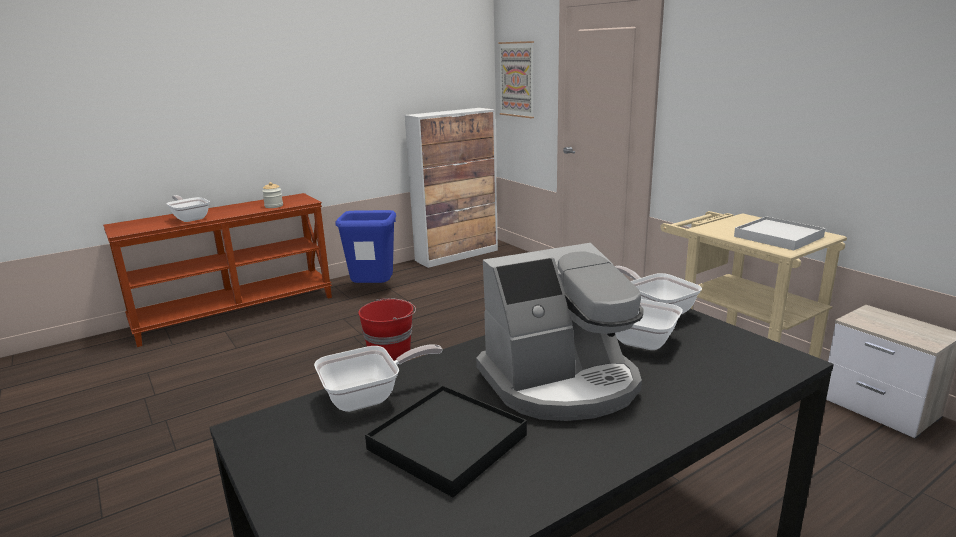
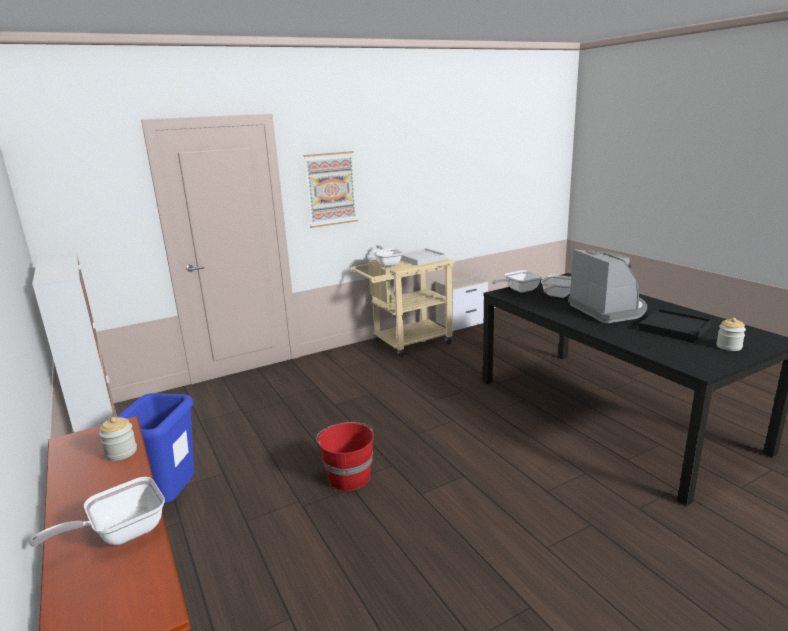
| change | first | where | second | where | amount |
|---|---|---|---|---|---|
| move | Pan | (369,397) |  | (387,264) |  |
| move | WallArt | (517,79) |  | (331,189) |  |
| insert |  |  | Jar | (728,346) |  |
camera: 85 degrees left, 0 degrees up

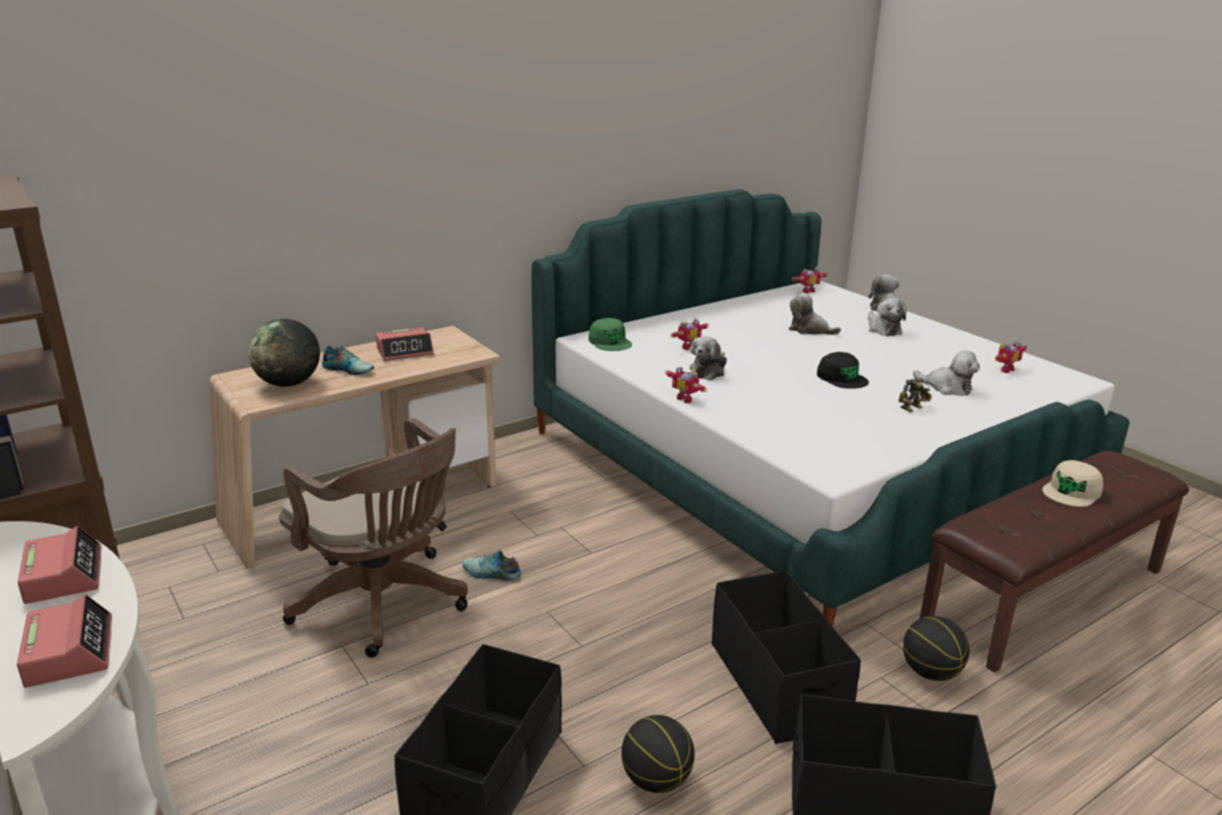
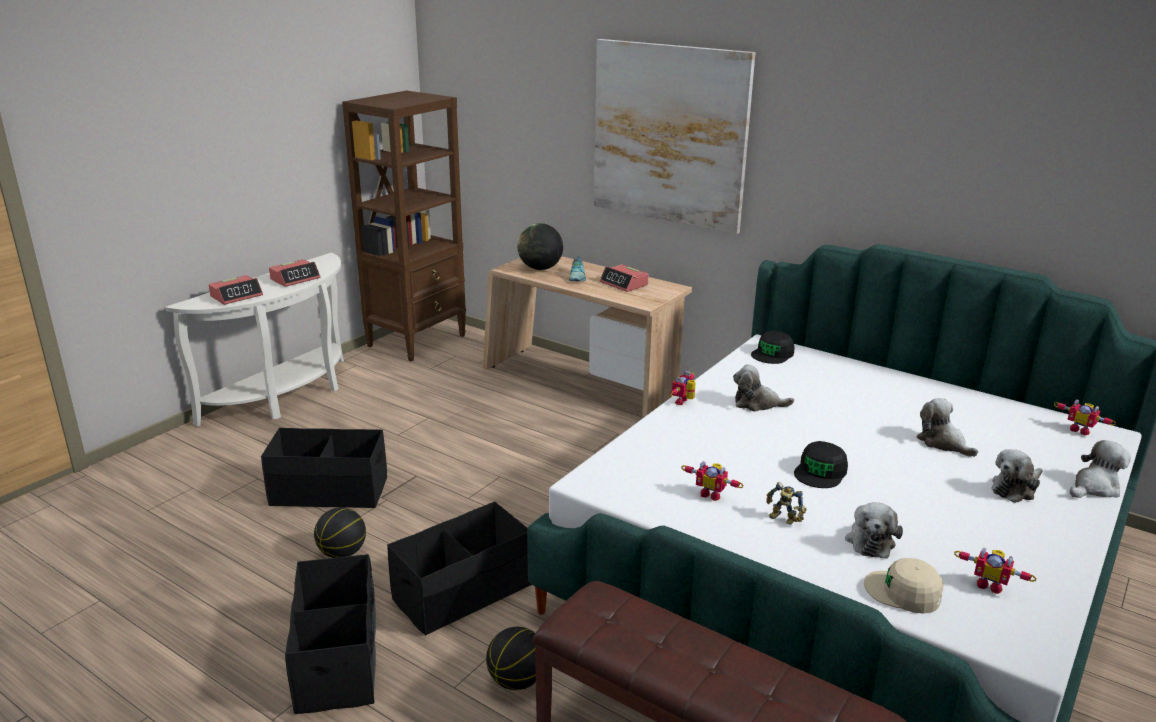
| change | first | where | second | where | amount |
|---|---|---|---|---|---|
| delete | BrownishDeskChair | (385,604) |  |  |  |
| delete | Shoe | (491,573) |  |  |  |
| recolor | GreenColouredPeakedCap | (610,342) | BlackishPeakedCap | (773,354) |  |
| move | ToyRobot | (687,346) |  | (711,494) |  |
| rotate | SoftToy | (809,330) |  | (943,443) | 45 degrees counterclockwise |
| move | BeigeColouredPeakedCap | (1072,492) |  | (903,592) |  |
| insert |  |  | WallArt | (669,135) |  |
camera: 70 degrees right, 0 degrees up

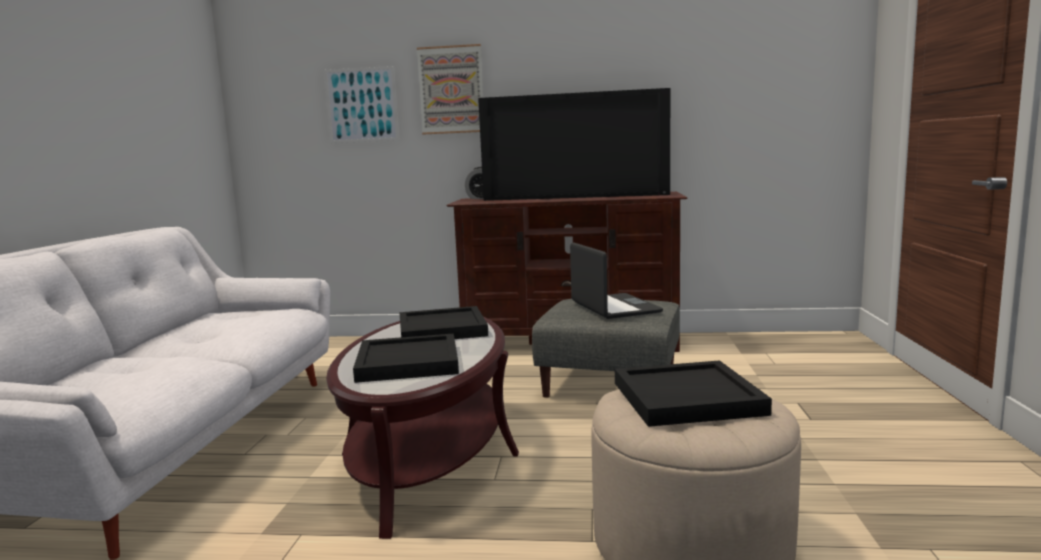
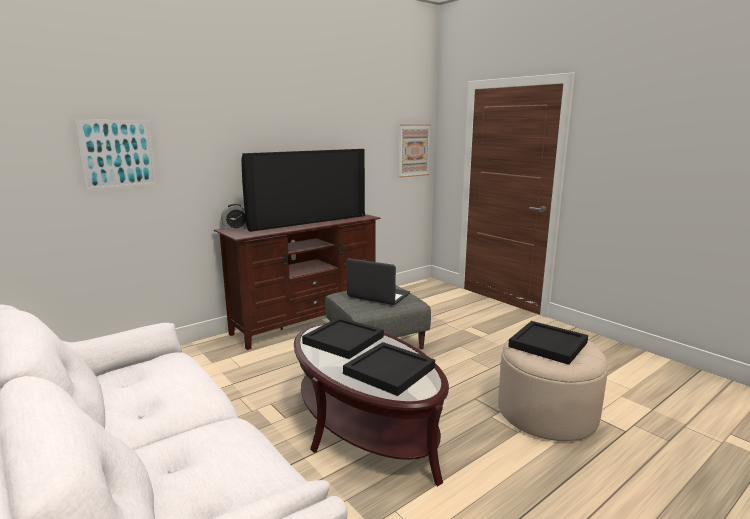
| change | first | where | second | where | amount |
|---|---|---|---|---|---|
| move | WallArt | (451,90) |  | (414,150) |  |
camera: 45 degrees left, 5 degrees up

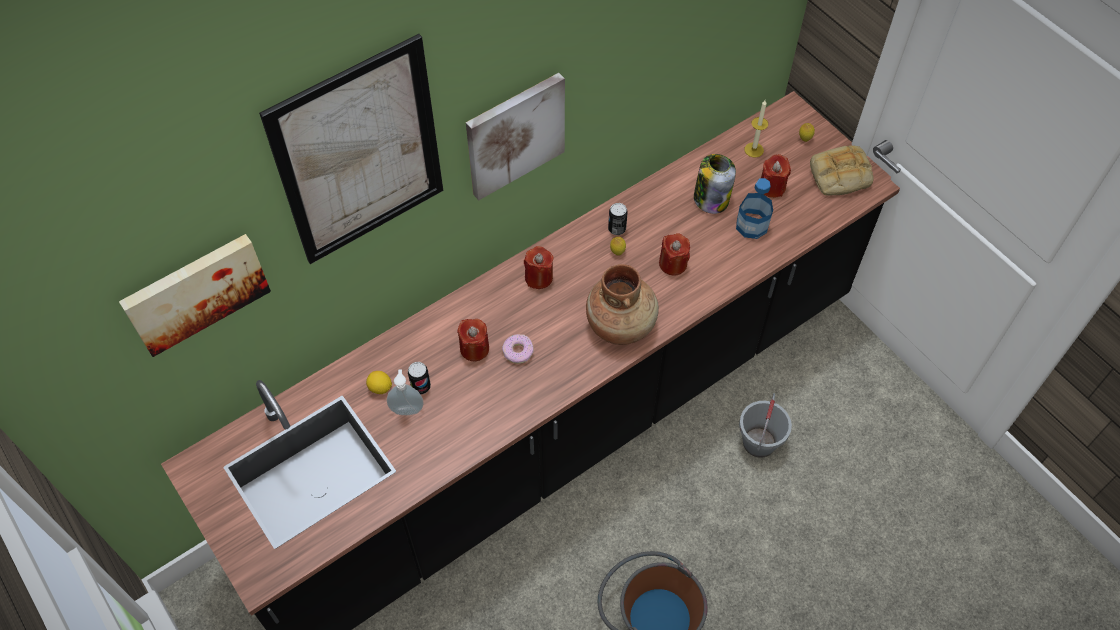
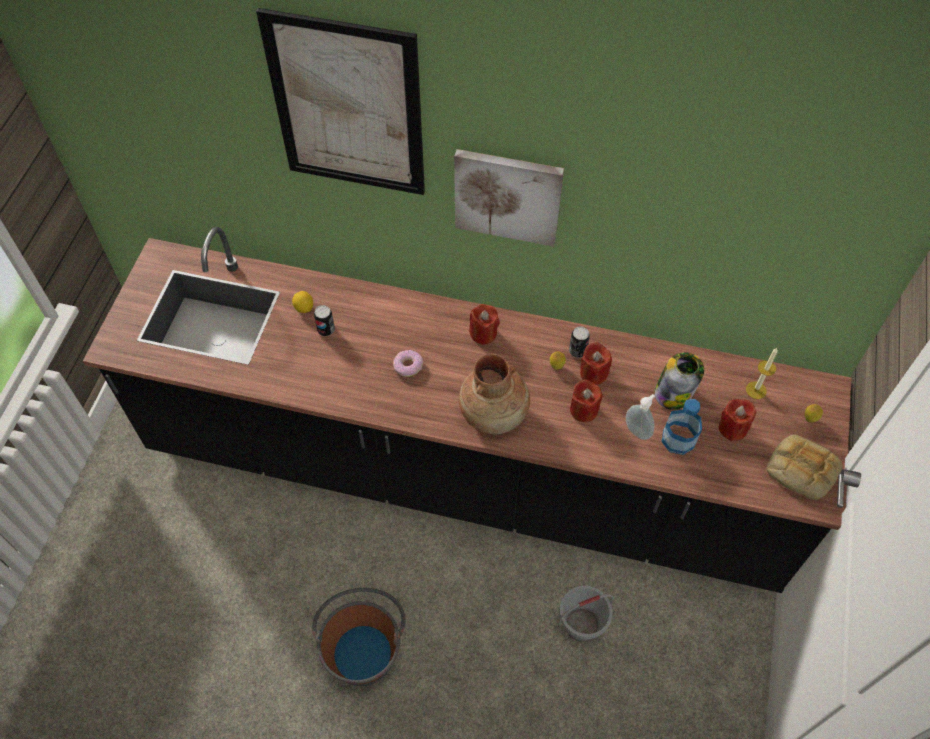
| change | first | where | second | where | amount |
|---|---|---|---|---|---|
| delete | WallArt | (195,291) |  |  |  |
| move | SoapBottle | (407,409) |  | (638,430) |  |
| move | RedColouredWaxCandle | (474,348) |  | (593,373) |  |
camera: 50 degrees right, 0 degrees up

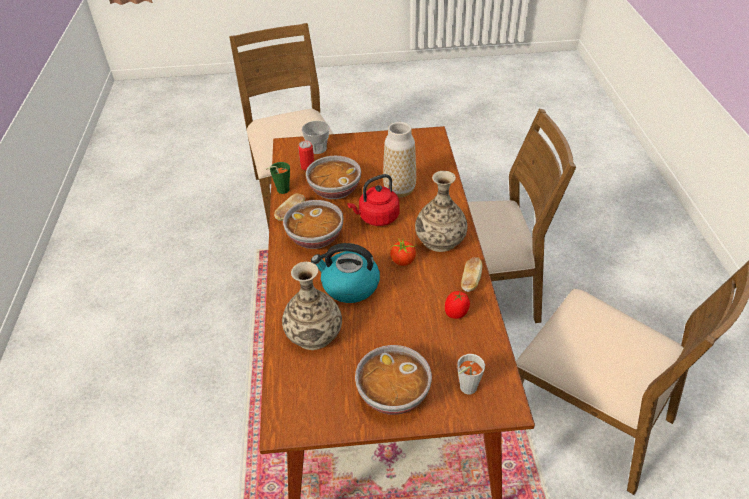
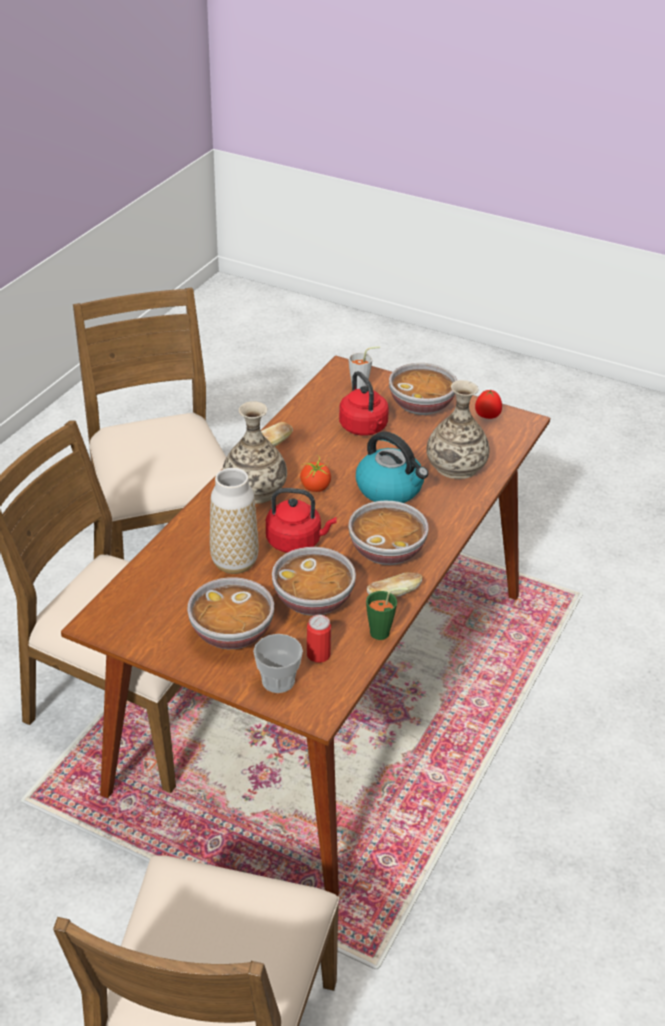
| change | first | where | second | where | amount |
|---|---|---|---|---|---|
| move | WholeTomato | (456,314) |  | (487,417) |  |
| insert |  |  | DeepDish | (231,633) |  |
| insert |  |  | RedColouredTeaKettle | (364,428) |  |
camera: 150 degrees left, 5 degrees down

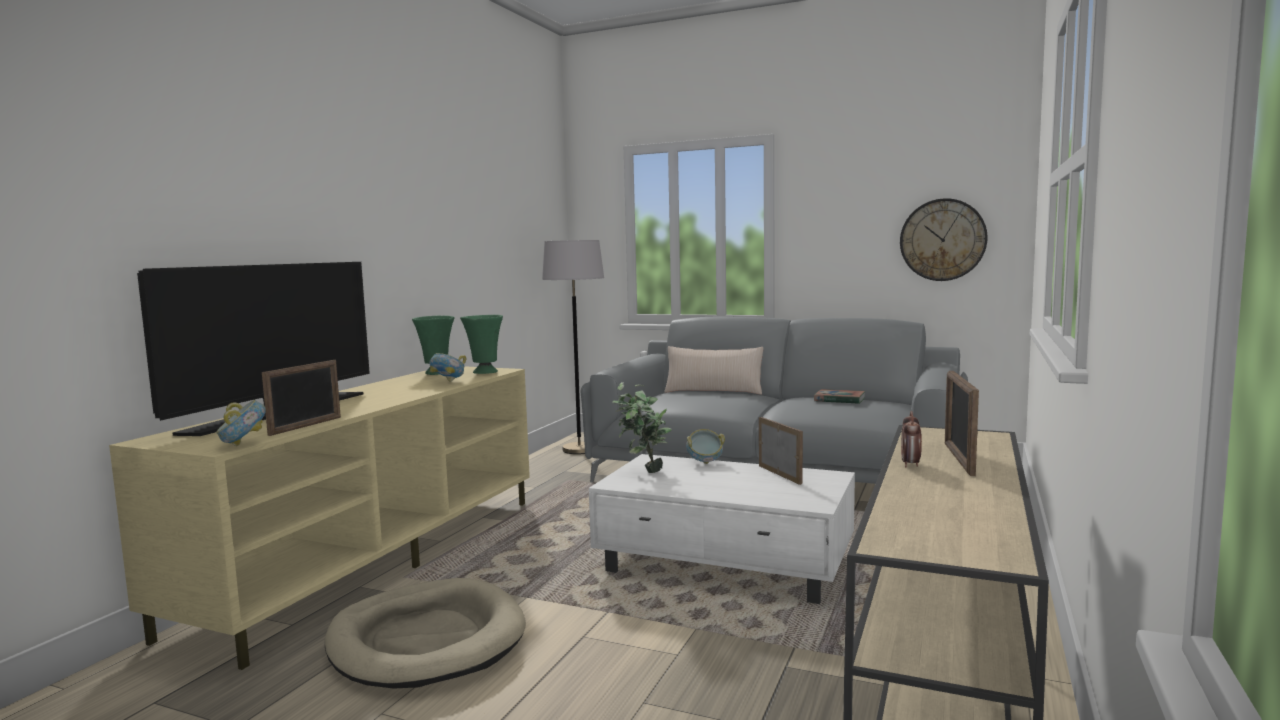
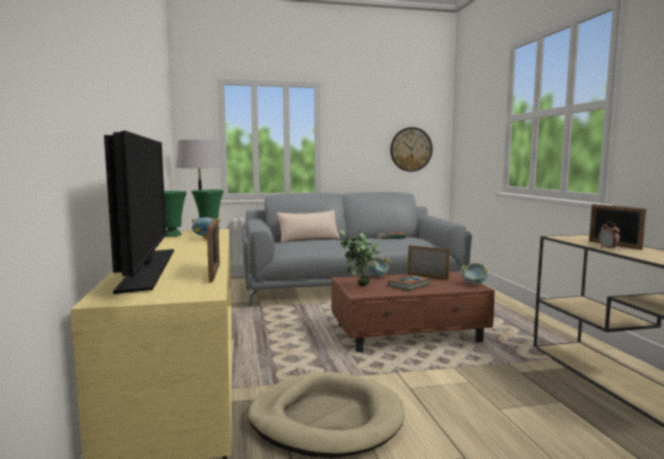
| change | first | where | second | where | amount |
|---|---|---|---|---|---|
| move | DeepDish | (243,445) |  | (474,284) |  |
| recolor | WhitishLowTable | (727,564) | BrownishLowTable | (409,334) |  |
| insert |  |  | Volume | (409,285) |  |
camera: 35 degrees left, 0 degrees up

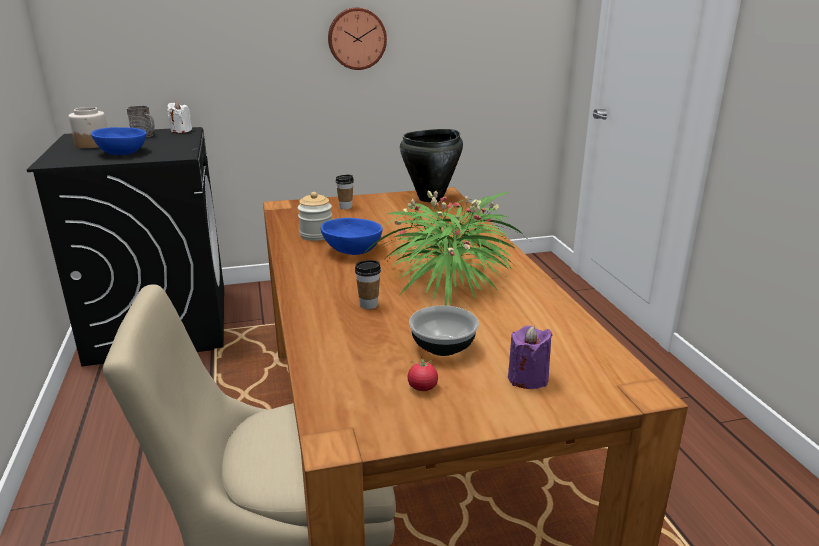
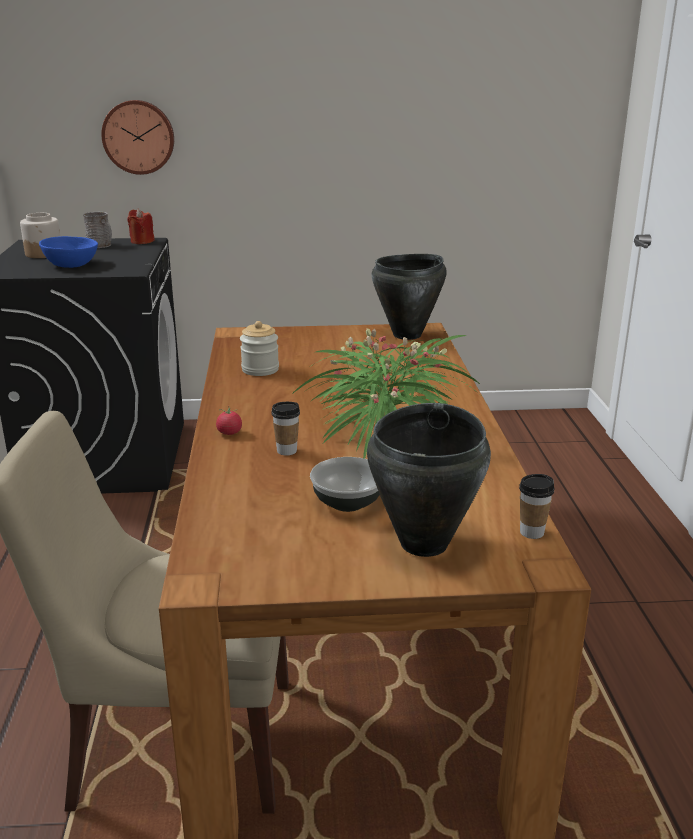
| change | first | where | second | where | amount |
|---|---|---|---|---|---|
| recolor | WhitishWaxCandle | (181,131) | RedColouredWaxCandle | (142,241) |  |
| delete | BlueColouredDeepDish | (352,250) |  |  |  |
| move | WallClock | (356,38) |  | (138,137) |  |
| move | Cup | (345,207) |  | (531,532) |  |
| move | WholeTomato | (422,387) |  | (229,433) |  |
| replace | PurplishWaxCandle | (527,378) | BlackishCookingPot | (425,543) |  |
camera: 10 degrees right, 0 degrees up

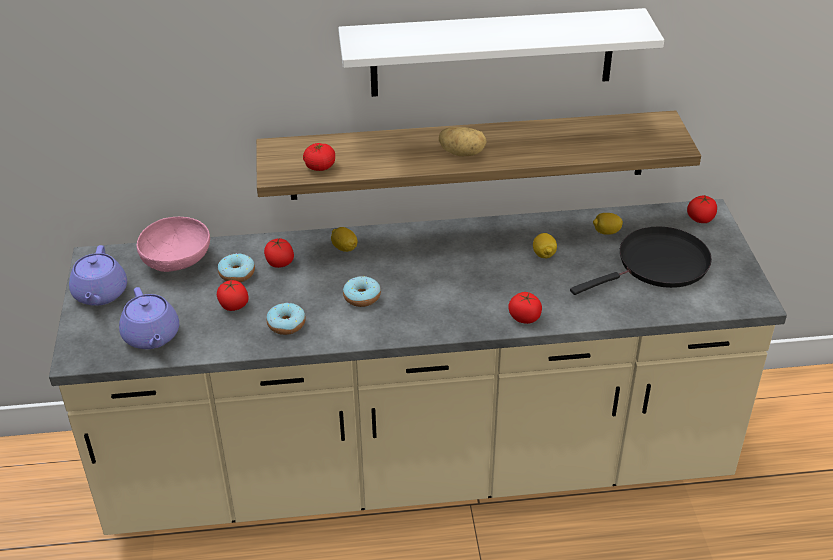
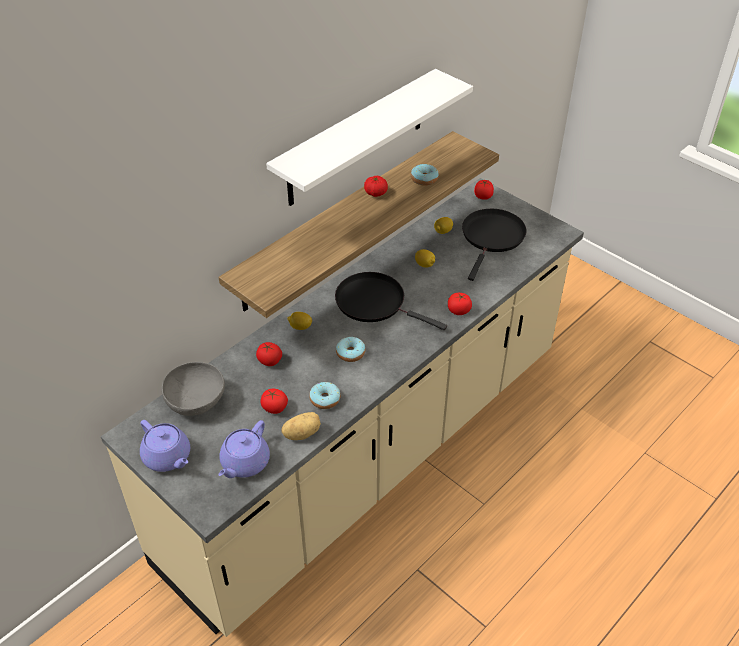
| change | first | where | second | where | amount |
|---|---|---|---|---|---|
| rotate | PurplishPotForTea | (152,336) |  | (244,463) | 90 degrees clockwise |
| recolor | PinkishDeepDish | (177,262) | GreyDeepDish | (196,401) |  |
| move | Doughnut | (237,274) |  | (424,179) |  |
| move | WholeTomato | (320,166) |  | (375,193) |  |
| move | Spud | (462,153) |  | (301,433) |  |
| insert |  |  | BlackishPan | (375,302) |  |
camera: 40 degrees left, 5 degrees up

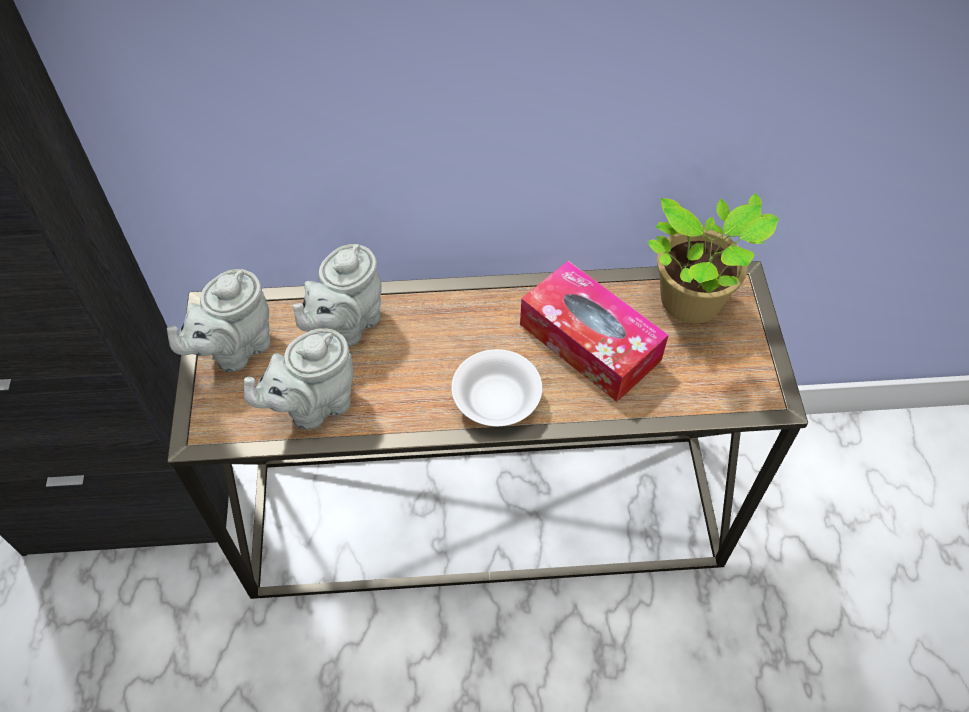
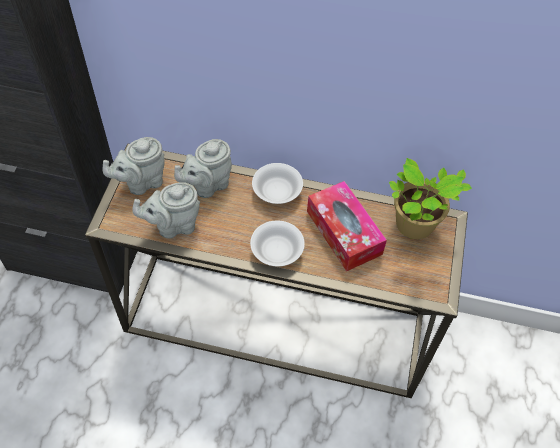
| change | first | where | second | where | amount |
|---|---|---|---|---|---|
| insert |  |  | WhitishDeepDish | (277,191) |  |
camera: 15 degrees right, 0 degrees up

